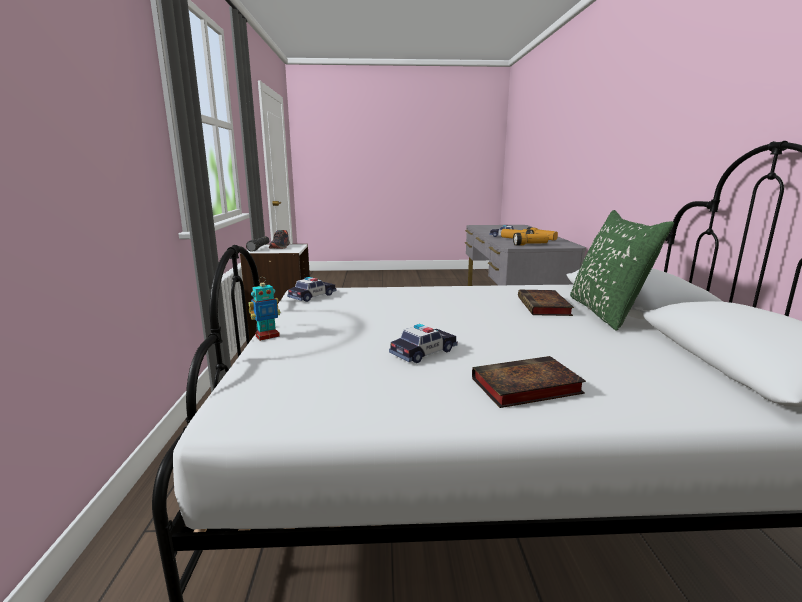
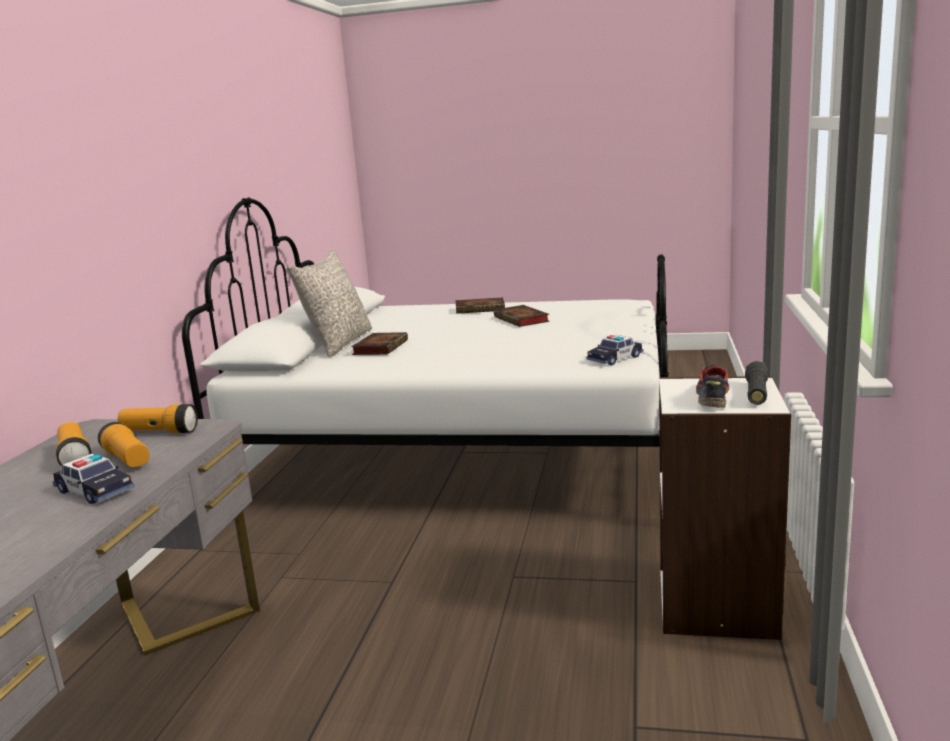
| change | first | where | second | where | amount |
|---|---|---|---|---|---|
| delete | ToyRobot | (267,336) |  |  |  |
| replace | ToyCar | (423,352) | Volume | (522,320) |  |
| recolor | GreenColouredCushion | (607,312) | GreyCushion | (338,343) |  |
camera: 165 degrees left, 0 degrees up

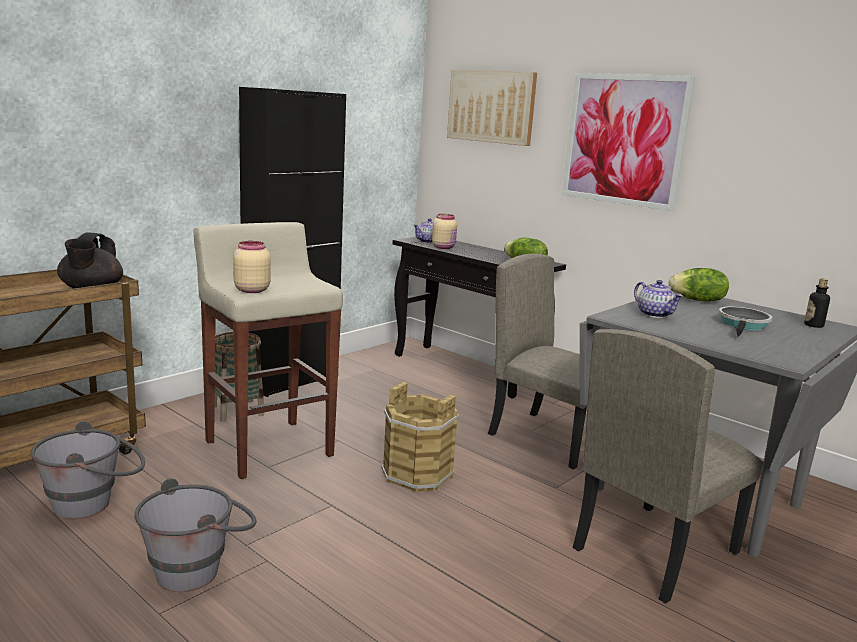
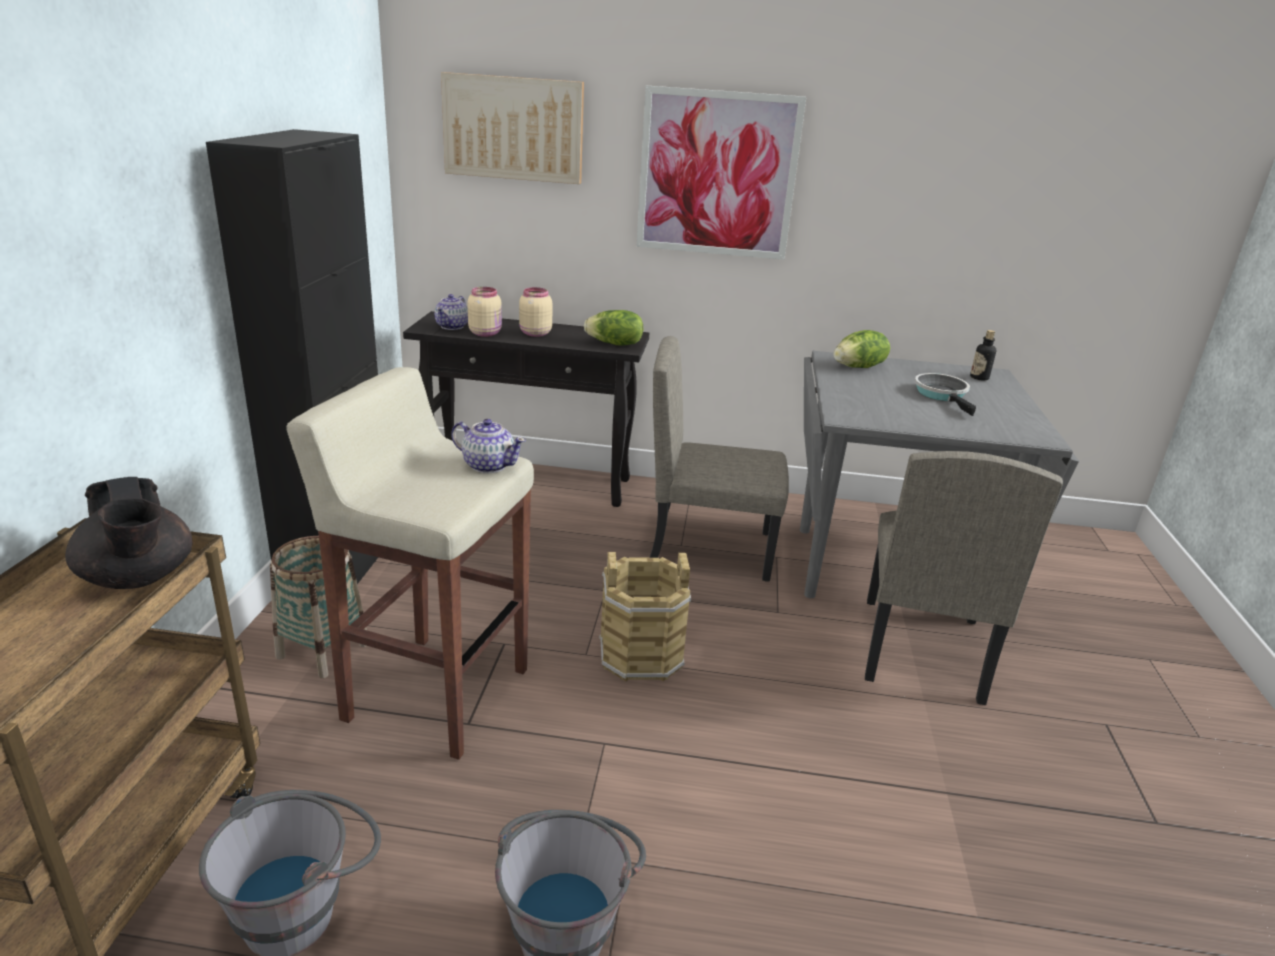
| change | first | where | second | where | amount |
|---|---|---|---|---|---|
| move | BeigeColouredJar | (251,290) |  | (534,333) |  |
| move | PotForTea | (654,314) |  | (488,465) |  |
camera: 35 degrees left, 10 degrees up

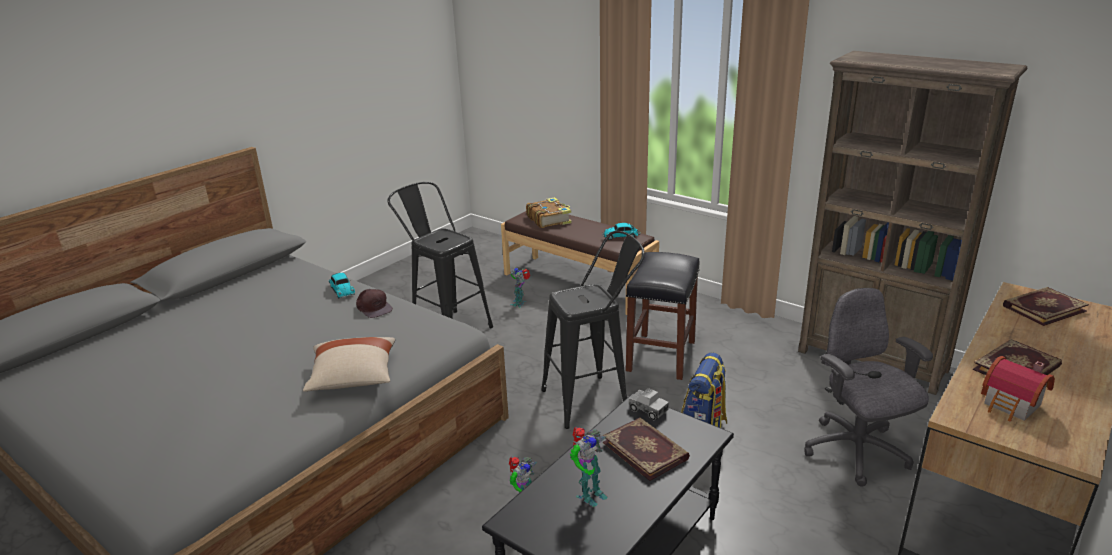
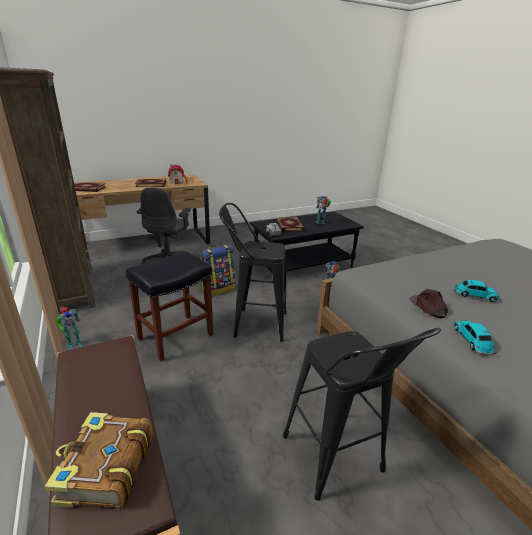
| change | first | where | second | where | amount |
|---|---|---|---|---|---|
| delete | BeigeColouredCushion | (353,378) |  |  |  |
| move | ToyRobot | (520,303) |  | (73,344) |  |
| move | ToyCar | (621,236) |  | (474,295) |  |
camera: 155 degrees left, 0 degrees up

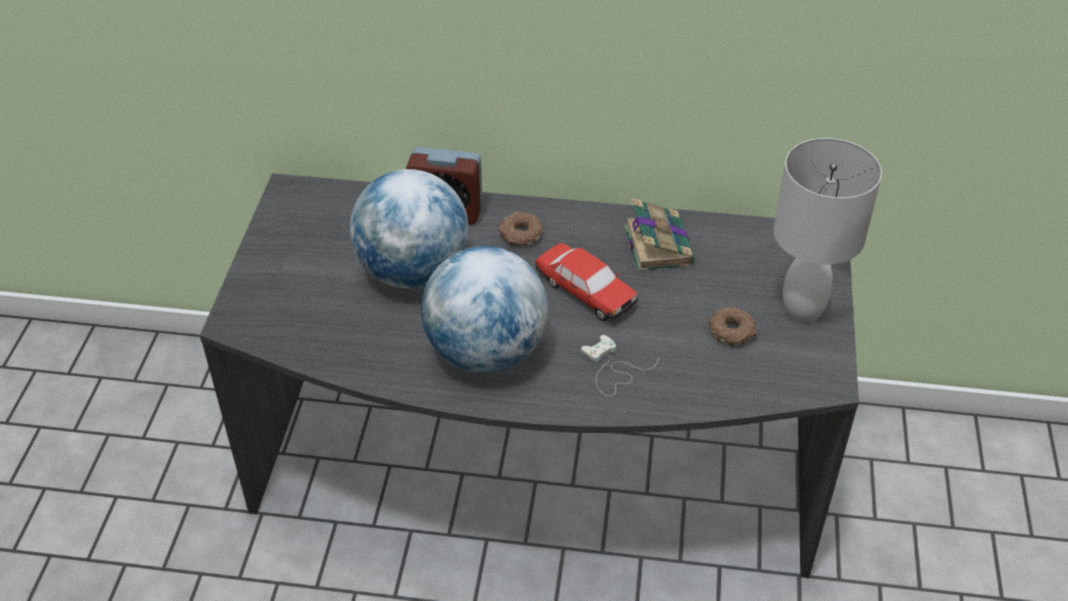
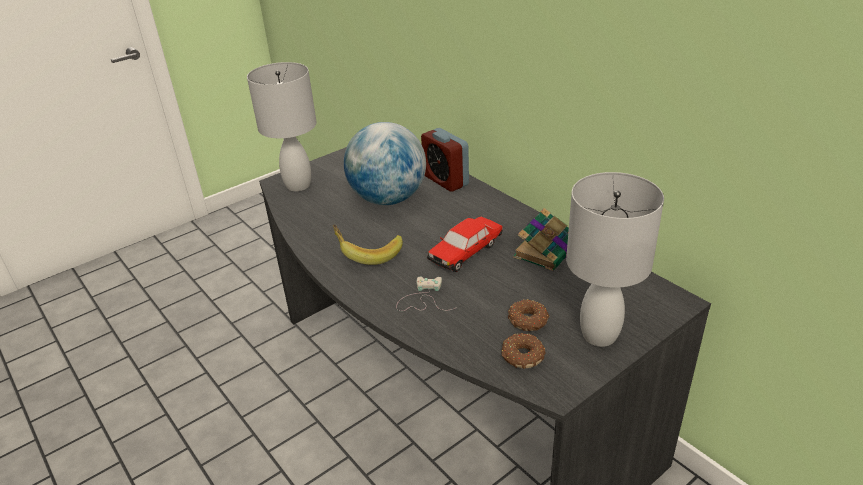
| change | first | where | second | where | amount |
|---|---|---|---|---|---|
| replace | WorldGlobe | (486,352) | Banana | (368,253) |  |
| move | Doughnut | (520,235) |  | (521,356) |  |
| rotate | ToyCar | (585,291) |  | (466,252) | 45 degrees clockwise |
| insert |  |  | WhitishLampForATable | (298,186) |  |
camera: 45 degrees right, 10 degrees down

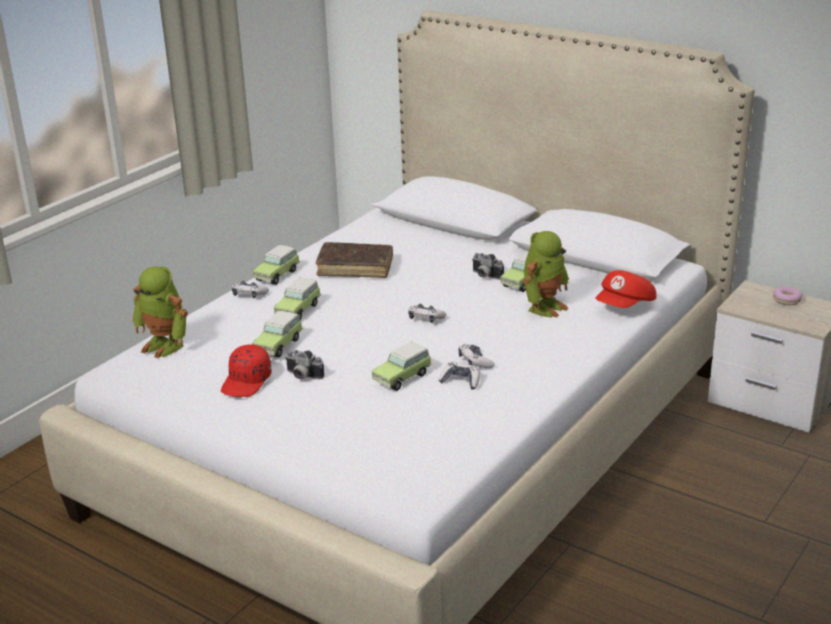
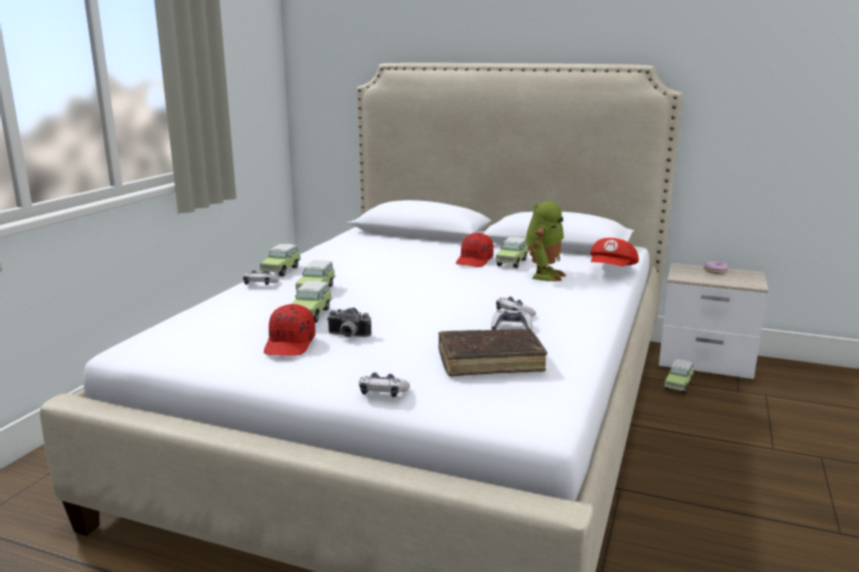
| change | first | where | second | where | amount |
|---|---|---|---|---|---|
| delete | ToyRobot | (165,345) |  |  |  |
| move | BrownishVolume | (355,267) |  | (490,362) |  |
| move | ToyCar | (403,377) |  | (678,385) |  |
| move | Joypad | (425,318) |  | (382,392) |  |
| replace | StillCamera | (485,276) | RedColouredPeakedCap | (475,261) |  |
camera: 15 degrees left, 10 degrees down

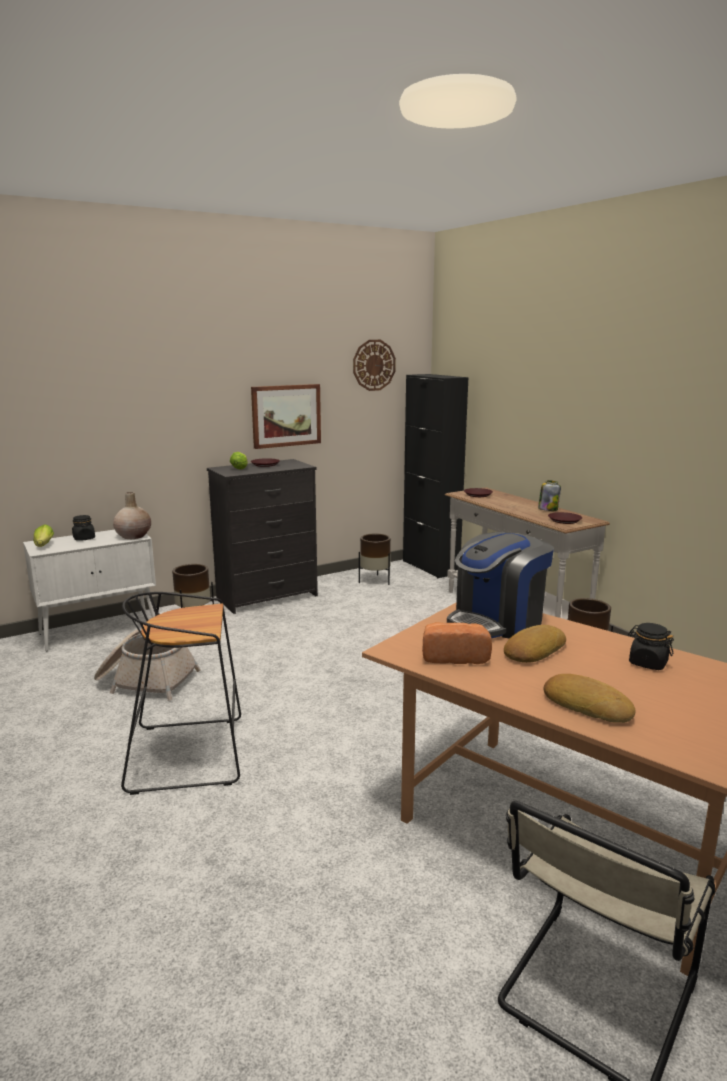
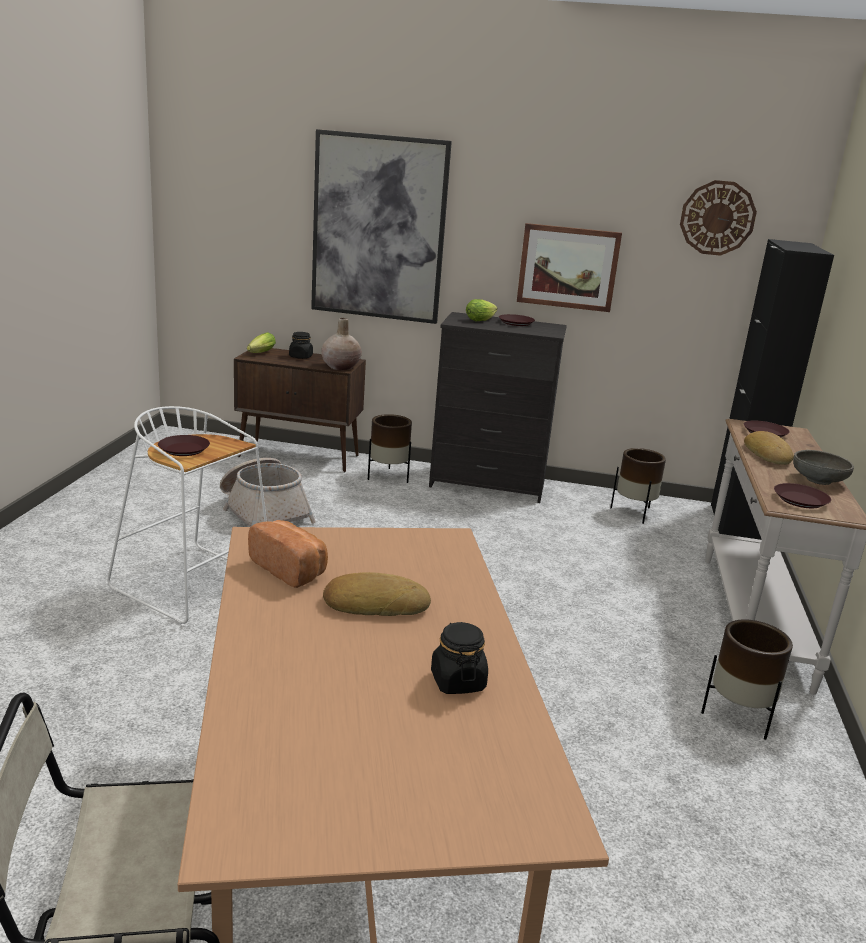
| change | first | where | second | where | amount |
|---|---|---|---|---|---|
| recolor | WhitishCabinet | (100,630) | BrownishCabinet | (300,456) |  |
| recolor | BlackishSittingStool | (190,753) | WhitishSittingStool | (195,584) |  |
| delete | CoffeeBrewer | (497,621) |  |  |  |
| replace | Jar | (548,509) | GreyDeepDish | (818,480) |  |
| move | BakeryBread | (587,705) |  | (768,454) |  |
| insert |  |  | BrownishPlate | (184,449) |  |
| insert |  |  | WallArt | (379,228) |  |
camera: 40 degrees right, 5 degrees up

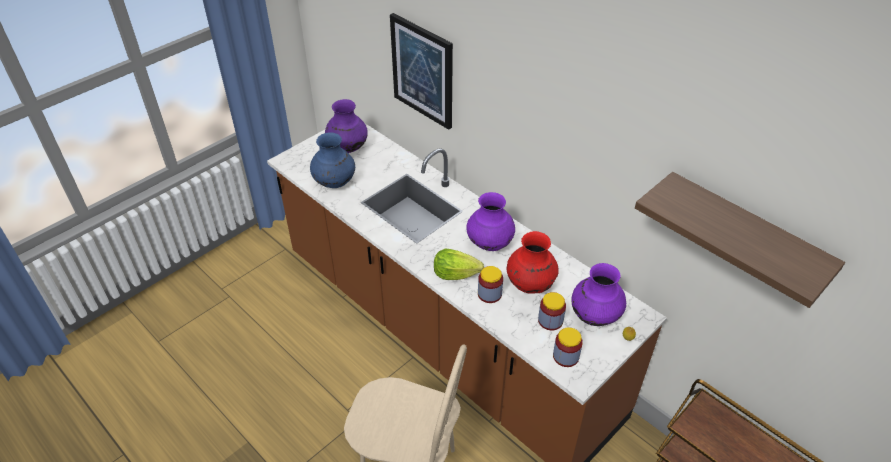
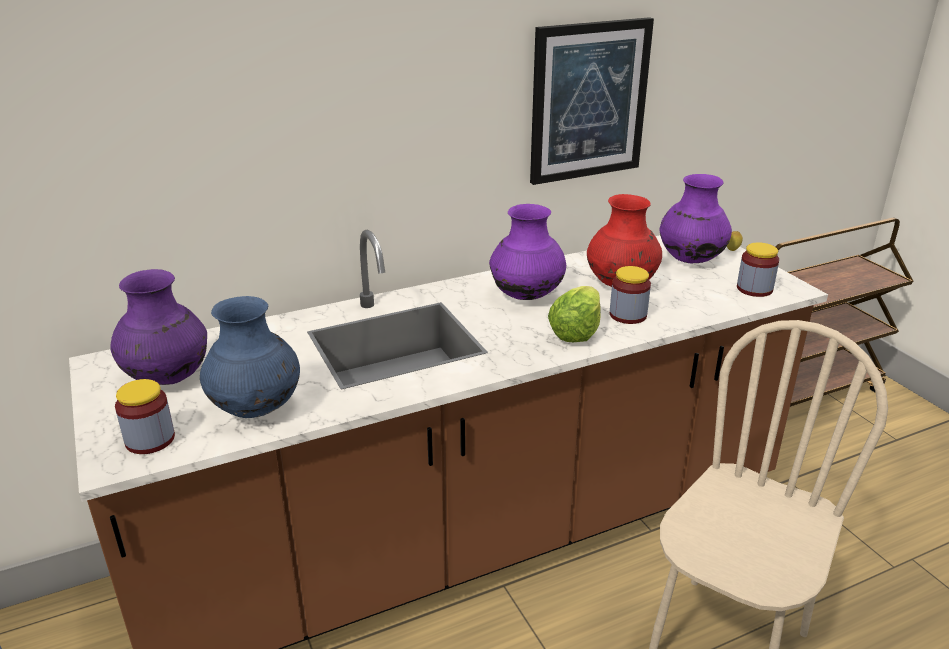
| change | first | where | second | where | amount |
|---|---|---|---|---|---|
| move | WallArt | (423,71) |  | (588,101) |  |
| move | Jar | (550,320) |  | (150,440) |  |
| delete | BracketShelf | (744,235) |  |  |  |
camera: 70 degrees left, 15 degrees down

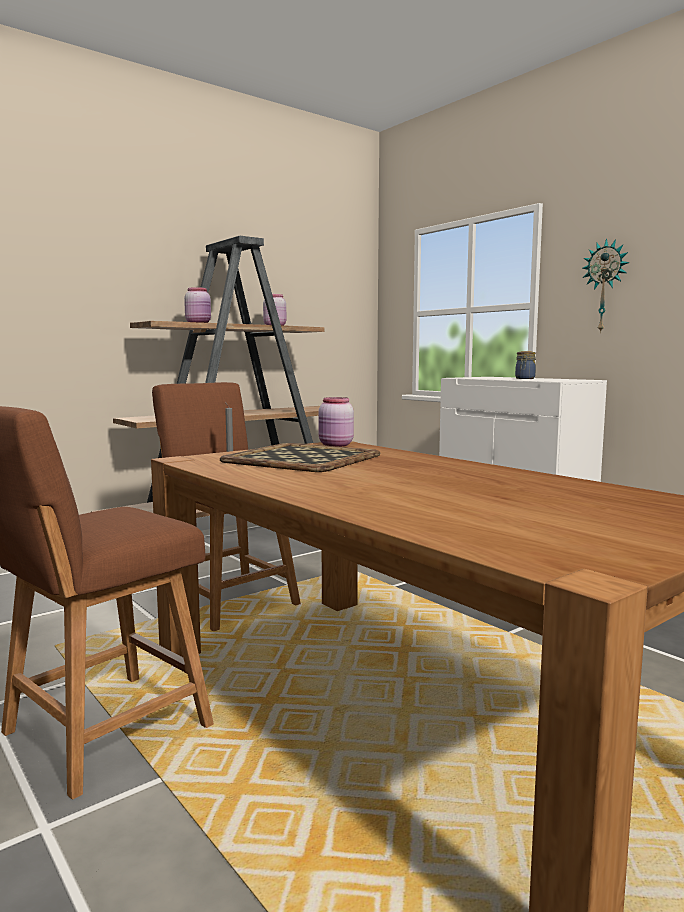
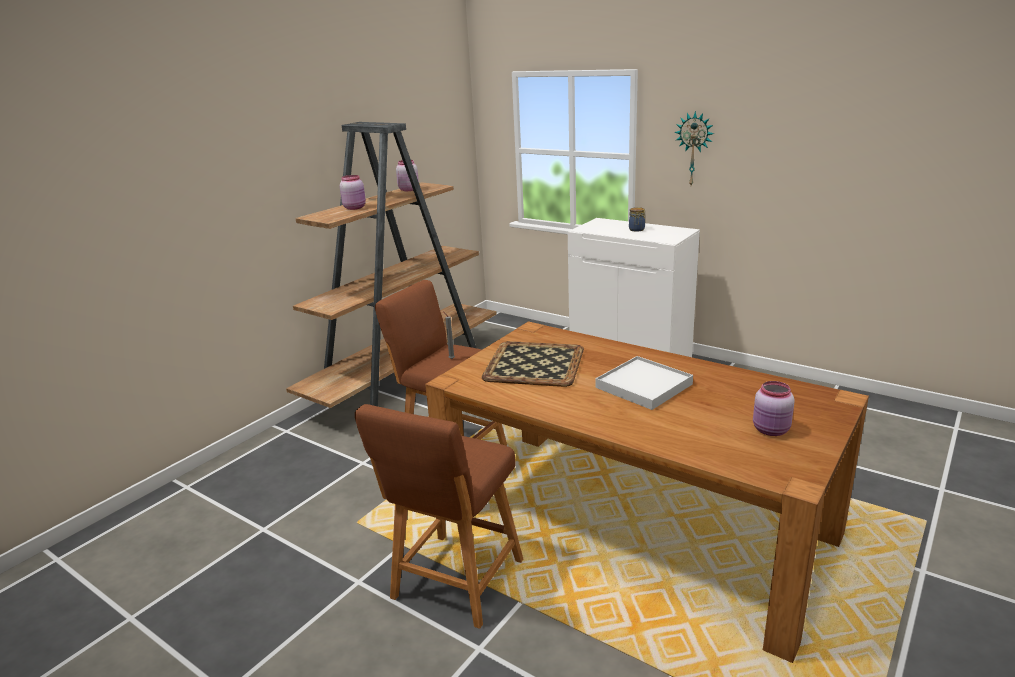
| change | first | where | second | where | amount |
|---|---|---|---|---|---|
| move | PinkishJar | (336,445) |  | (771,430) |  |
| insert |  |  | WhitishTray | (643,386) |  |
camera: 15 degrees left, 15 degrees up

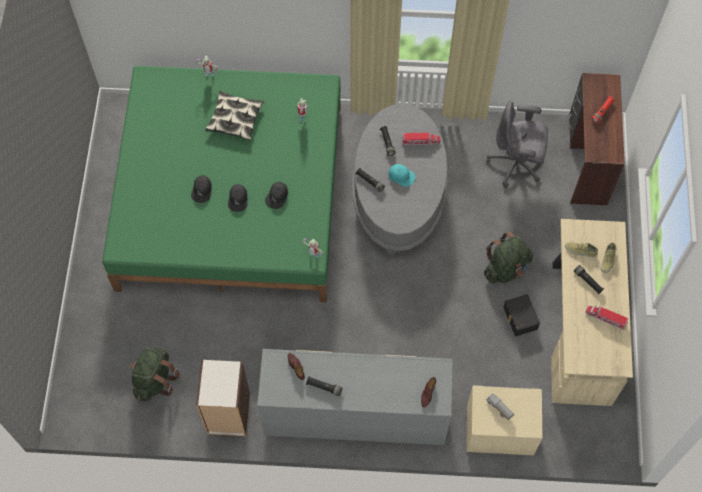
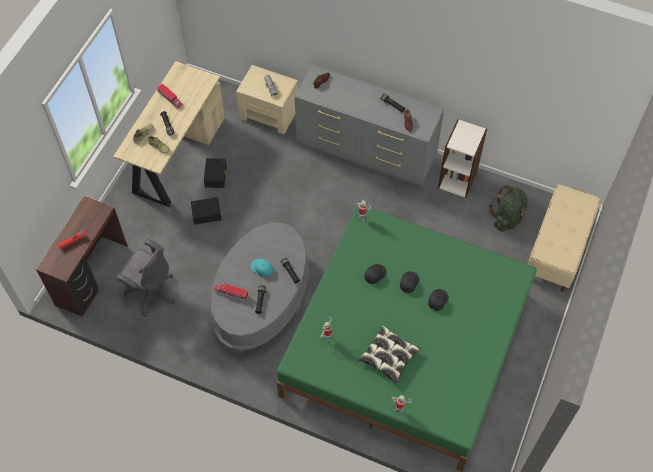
| change | first | where | second | where | amount |
|---|---|---|---|---|---|
| replace | GreenColouredRucksack | (506,268) | BlackishStorageContainer | (206,213) |  |
| insert |  |  | BeigeColouredLongSeat | (557,249) |  |
camera: 160 degrees left, 5 degrees down

